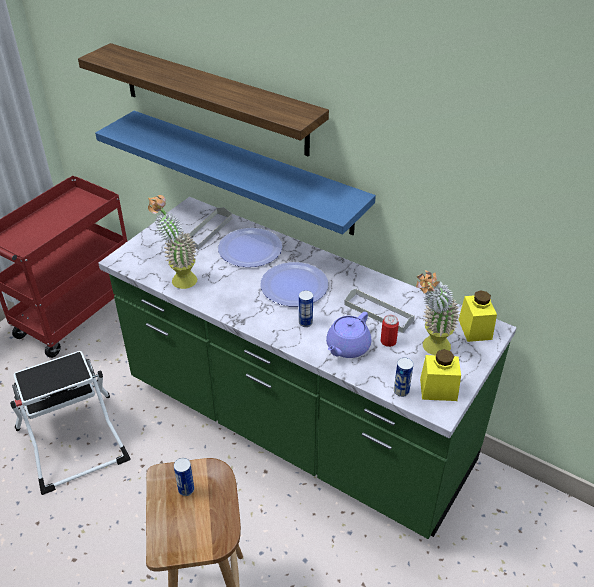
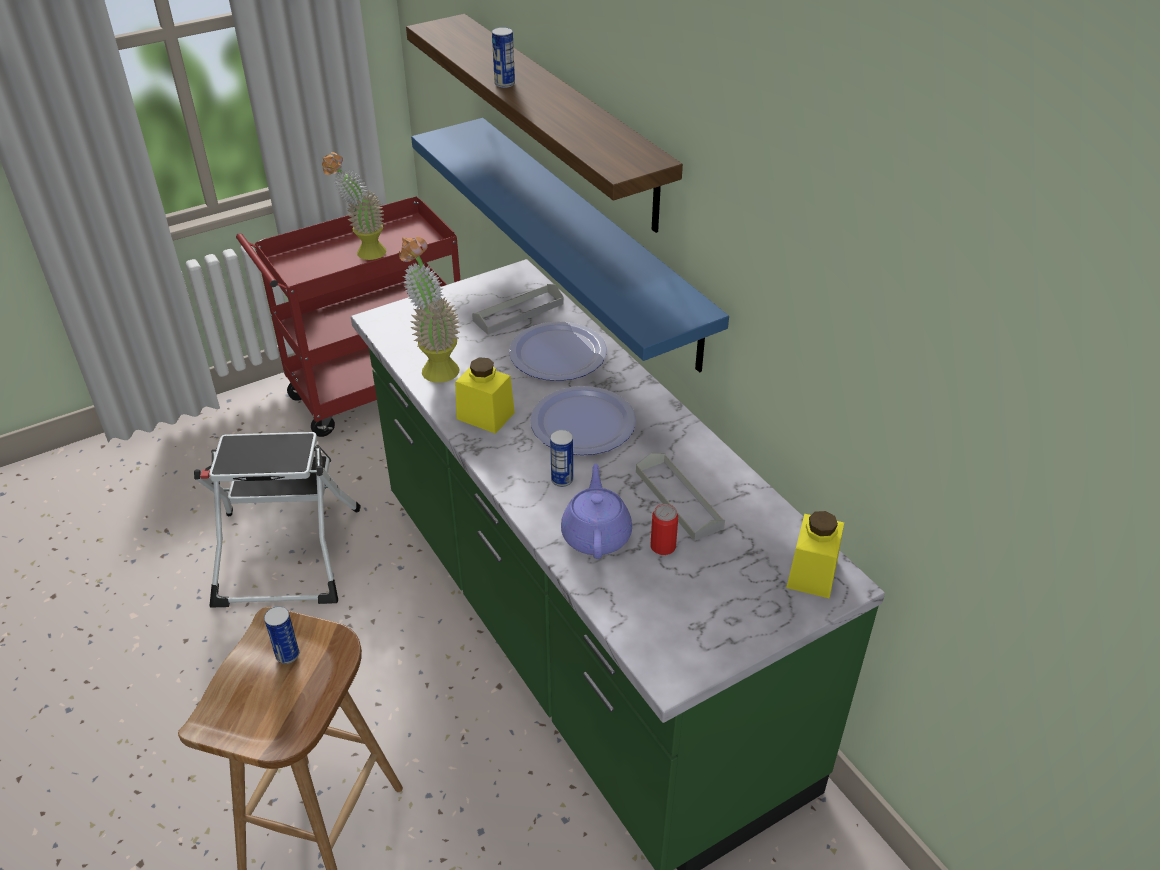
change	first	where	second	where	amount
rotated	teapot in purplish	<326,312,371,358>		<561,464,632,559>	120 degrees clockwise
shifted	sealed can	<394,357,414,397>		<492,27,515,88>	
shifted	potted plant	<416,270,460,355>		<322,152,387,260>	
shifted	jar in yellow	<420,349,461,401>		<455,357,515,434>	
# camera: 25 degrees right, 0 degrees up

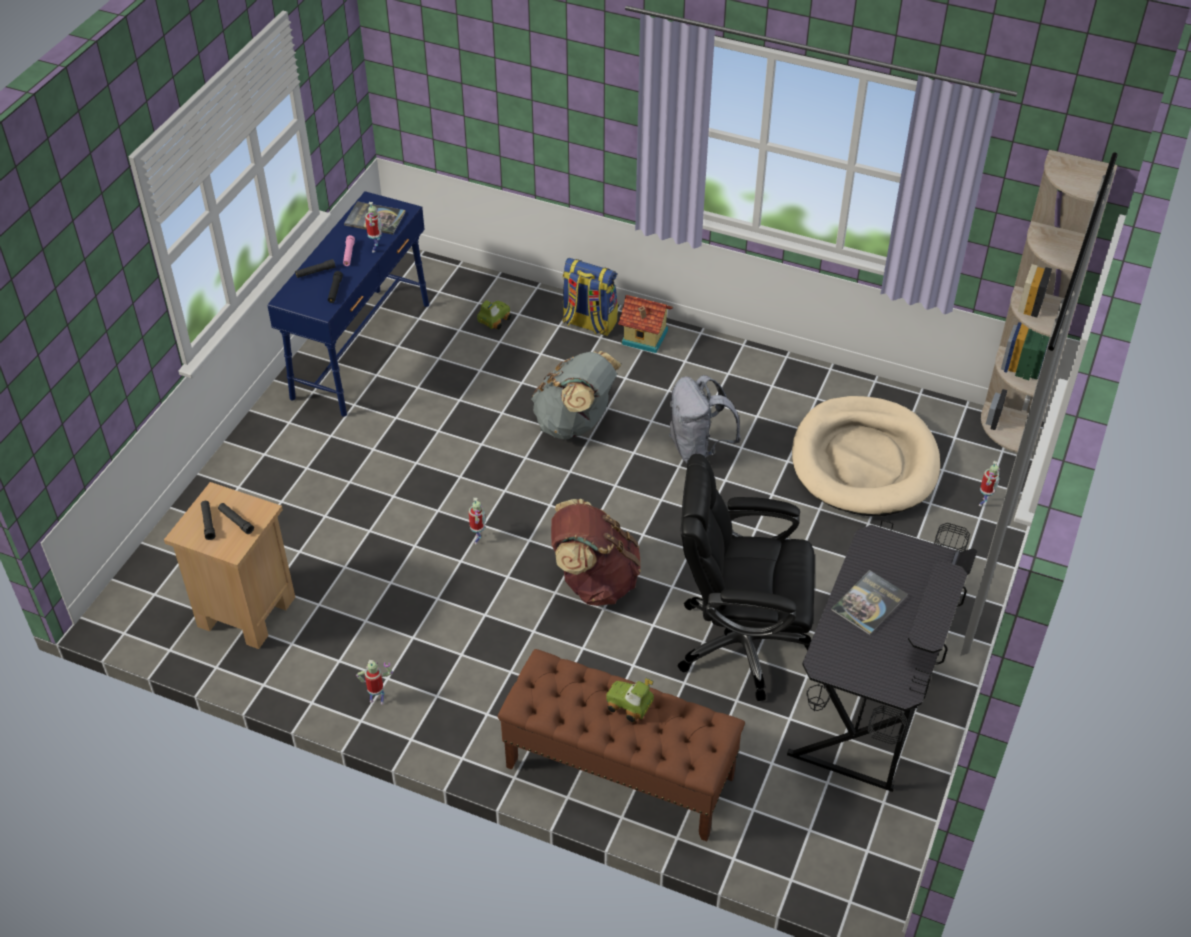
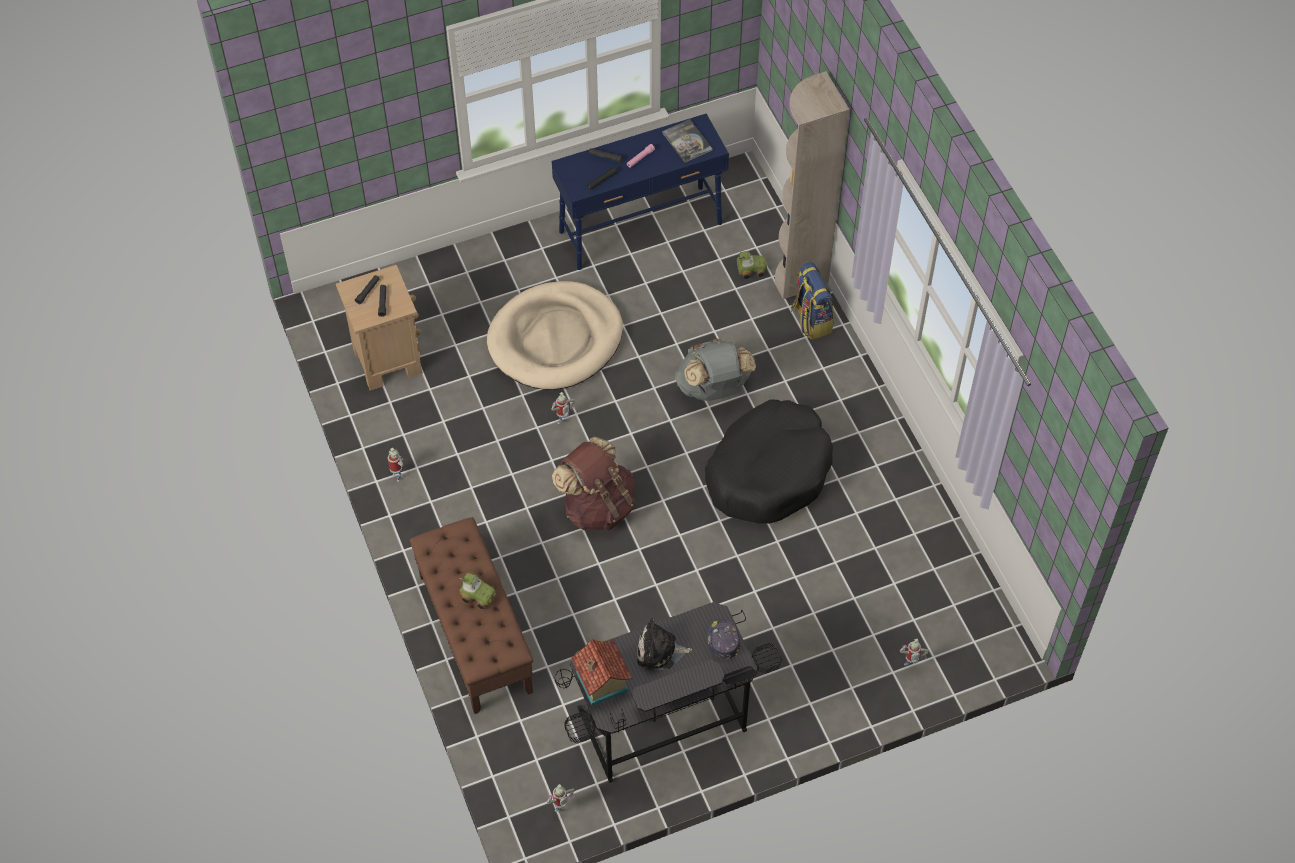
change	first	where	second	where	amount
shifted	model robot	<365,202,383,253>		<547,784,575,812>	
rotated	model car	<606,678,654,722>		<459,573,496,609>	135 degrees clockwise
shifted	model house	<618,295,673,353>		<571,639,632,706>	
swapped	backpack in greyish	<669,375,741,464>	dog bed in black-coloured	<705,399,833,523>	
gone	desk chair in black-coloured	<678,454,815,701>			
shifted	dog bed in beige	<792,396,940,516>		<487,281,623,390>	
swapped	bound book	<831,570,908,635>	cuddly toy	<637,618,692,670>	
shifted	bookshelf in beige	<981,150,1118,452>		<775,71,850,299>	
new			cap	<707,620,741,660>	
# camera: 45 degrees right, 10 degrees up

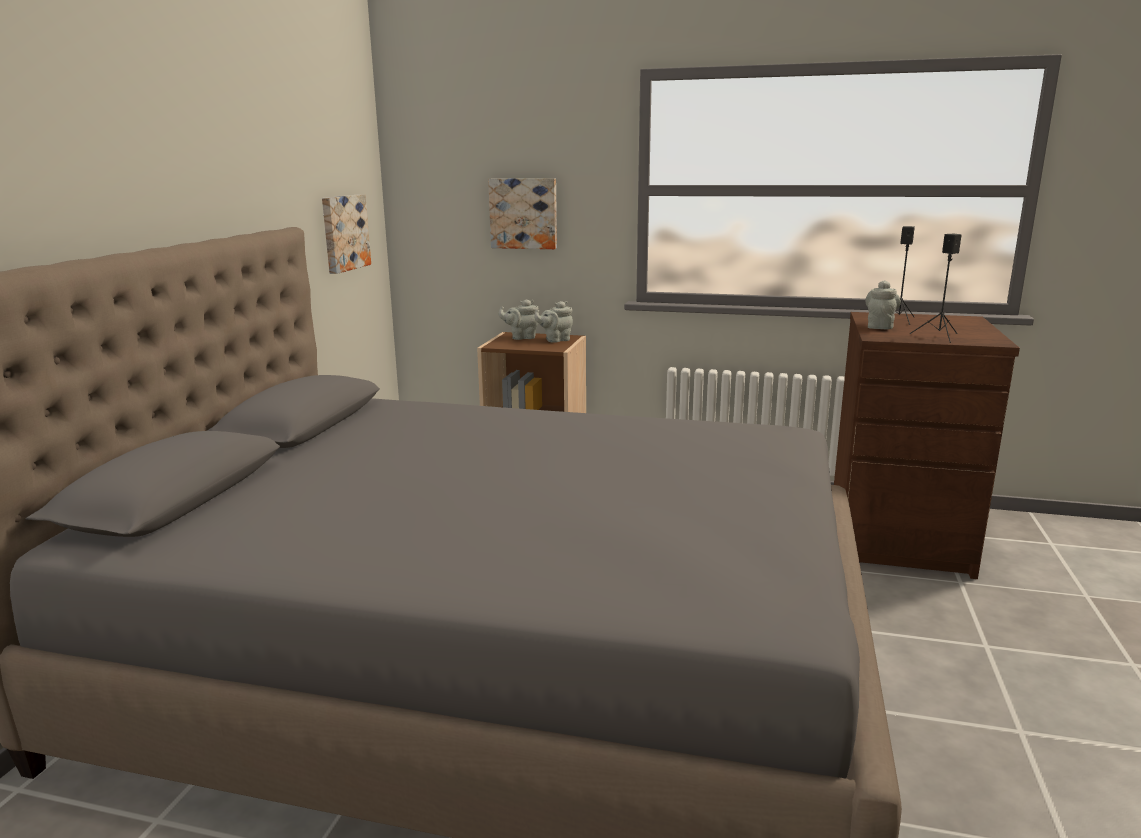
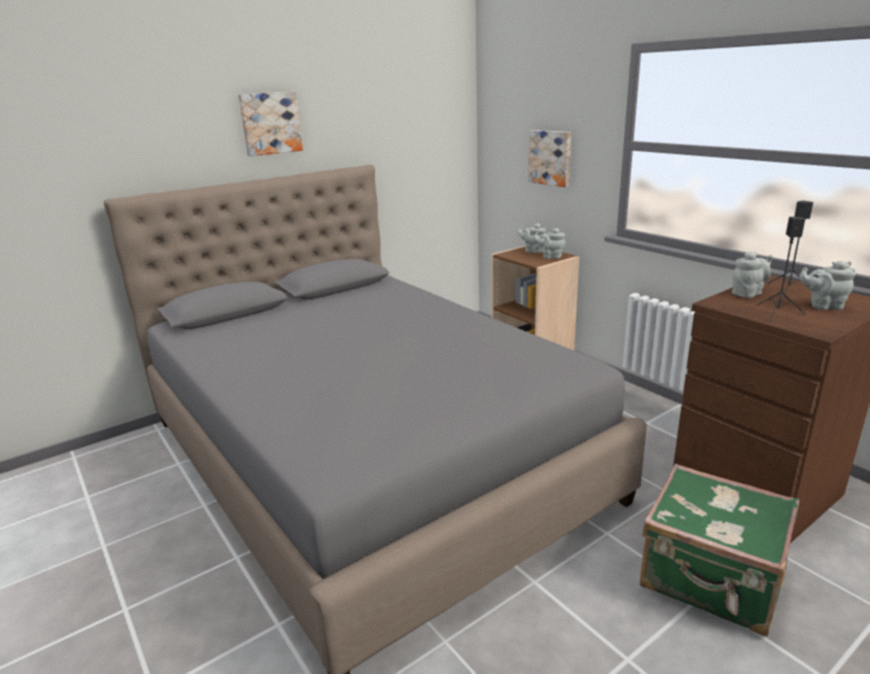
change	first	where	second	where	amount
shifted	wall art	<322,194,371,274>		<238,92,303,156>	
new			travel case in greenish	<640,464,799,636>	
new			teapot in greyish	<799,261,856,310>	
# camera: 40 degrees right, 5 degrees up

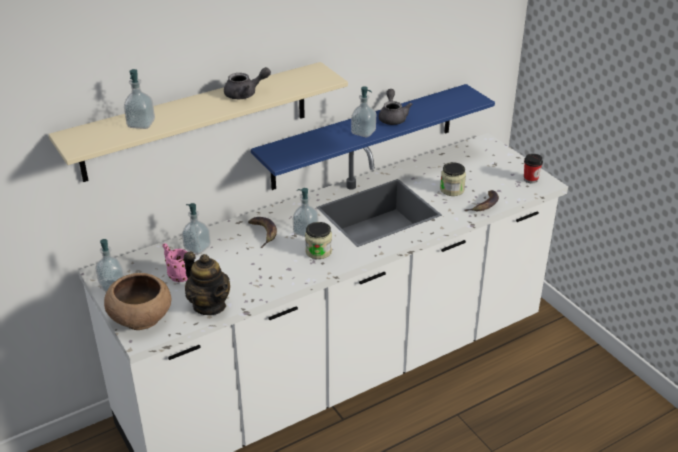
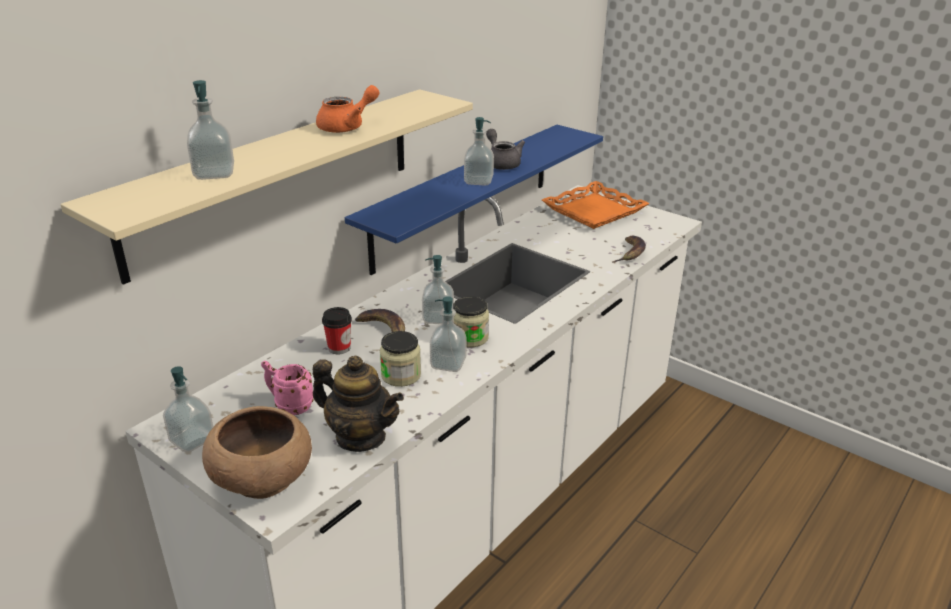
change	first	where	second	where	amount
shifted	liquid soap bottle	<182,203,211,254>		<430,296,466,372>	
repainted	teapot in greyish	<224,67,271,99>	teapot in orange-coloured	<316,85,380,133>	
shifted	jar	<440,162,466,196>		<380,331,421,387>	
shifted	drinking cup	<524,153,543,183>		<322,307,352,354>	
new			serving tray in orange-coloured	<542,181,650,229>	
# camera: 20 degrees left, 5 degrees down

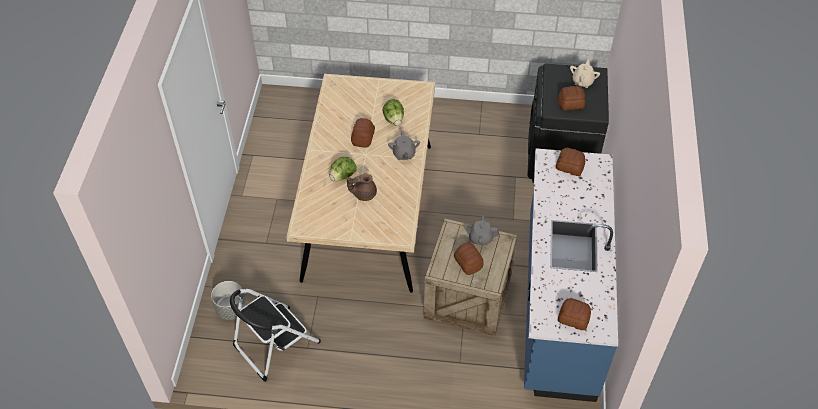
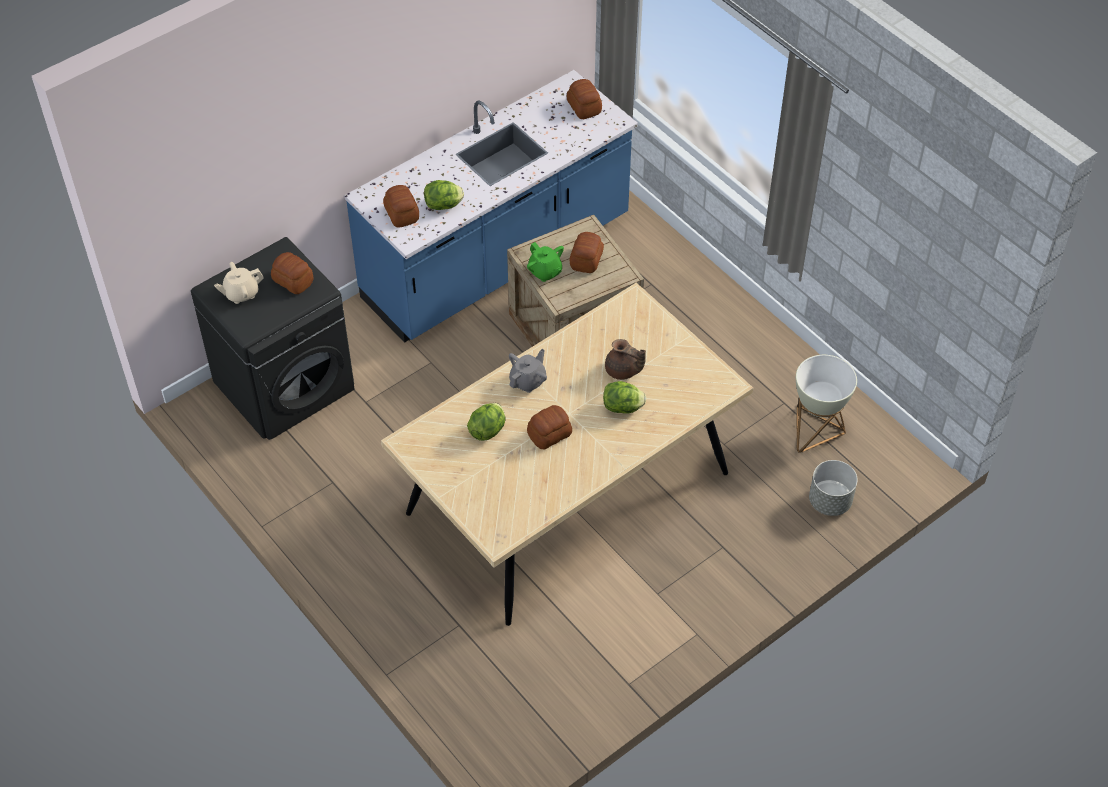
change	first	where	second	where	amount
swapped	step stool	<230,289,321,382>	plant pot	<796,355,857,453>	
repainted	teapot in greyish	<464,215,499,245>	teapot in greenish	<527,242,564,282>	
new			lettuce head	<424,180,464,210>	
# camera: 135 degrees left, 0 degrees up

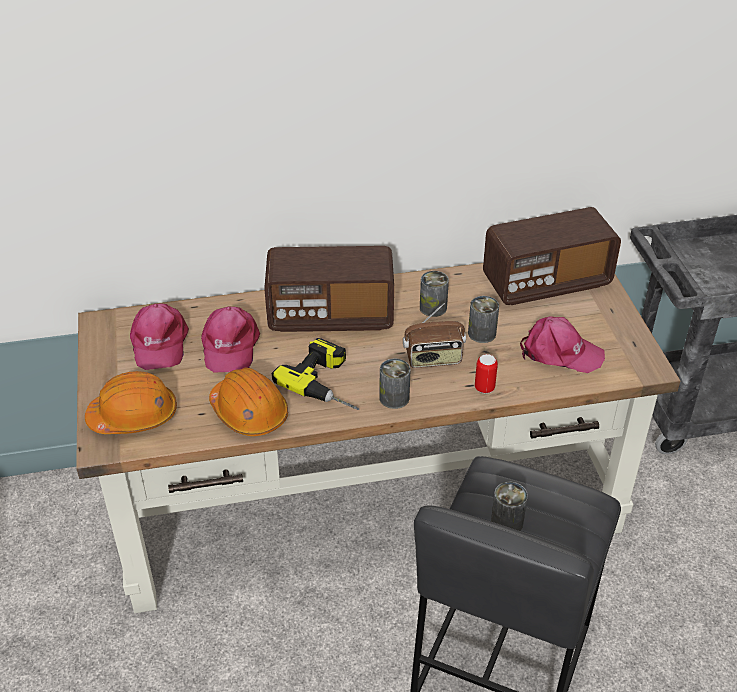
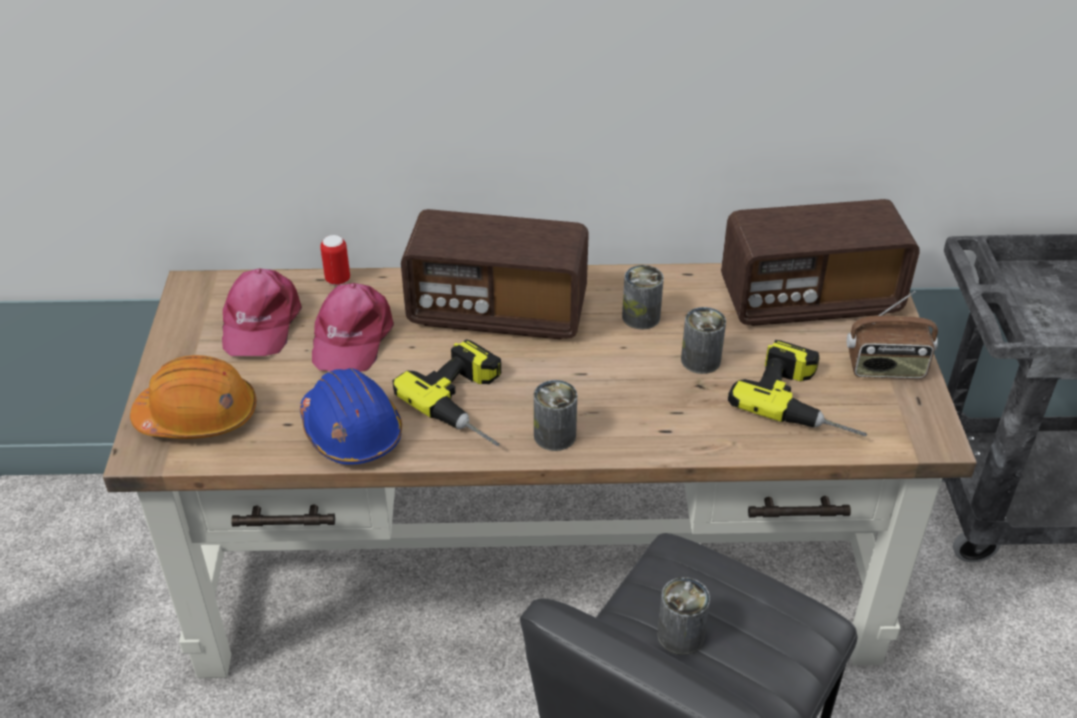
change	first	where	second	where	amount
repainted	work helmet in orange-coloured	<209,368,288,436>	work helmet in blue	<300,368,402,465>	
shifted	radio	<403,303,466,368>		<847,291,938,379>	
shifted	sealed can	<475,354,498,394>		<320,235,350,285>	
swapped	cap in pinkish	<520,316,605,373>	electric drill	<728,340,867,436>	
# camera: 10 degrees right, 0 degrees up

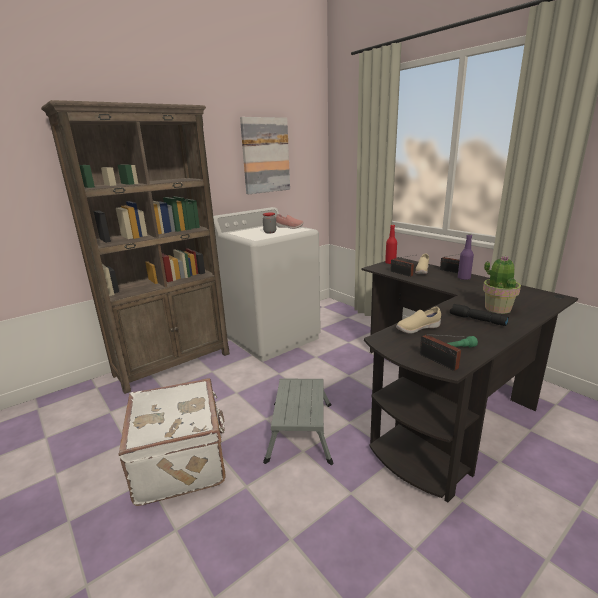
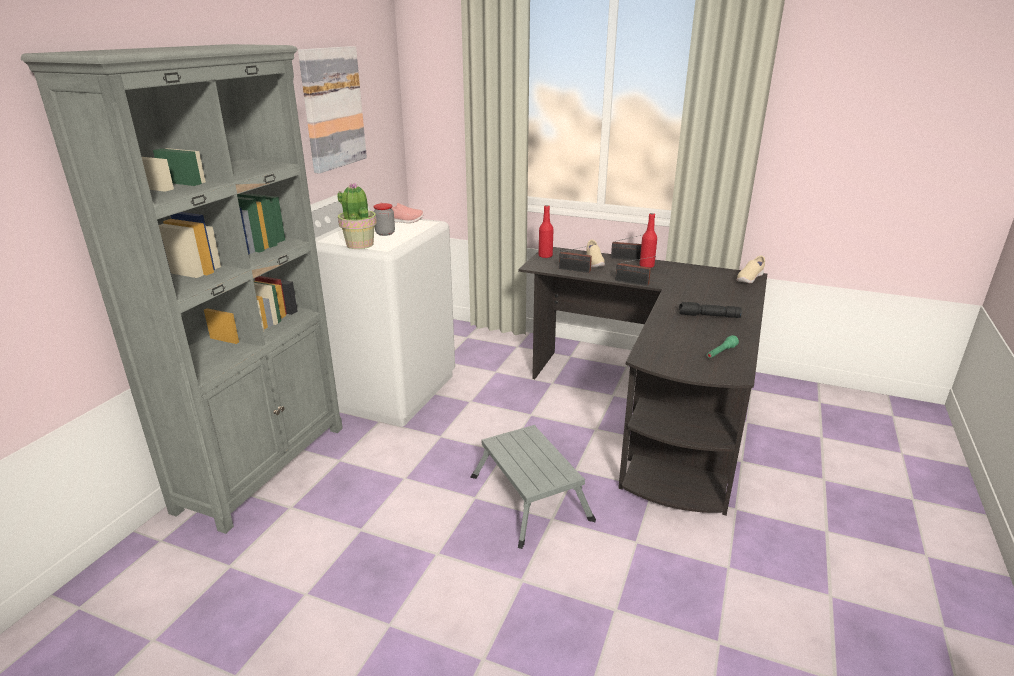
change	first	where	second	where	amount
repainted	bookshelf in brown	<41,100,230,394>	bookshelf in greyish	<21,44,343,534>	
gone	travel case in white	<118,378,226,506>			
shifted	item of footwear in beige	<396,307,441,333>		<737,255,765,283>	
shifted	radio	<420,334,461,371>		<615,256,656,286>	
repainted	beverage bottle in purplish	<458,234,474,280>	beverage bottle in red	<640,213,657,268>	
shifted	potted plant	<483,257,521,314>		<337,183,377,249>	
# camera: 30 degrees left, 5 degrees up

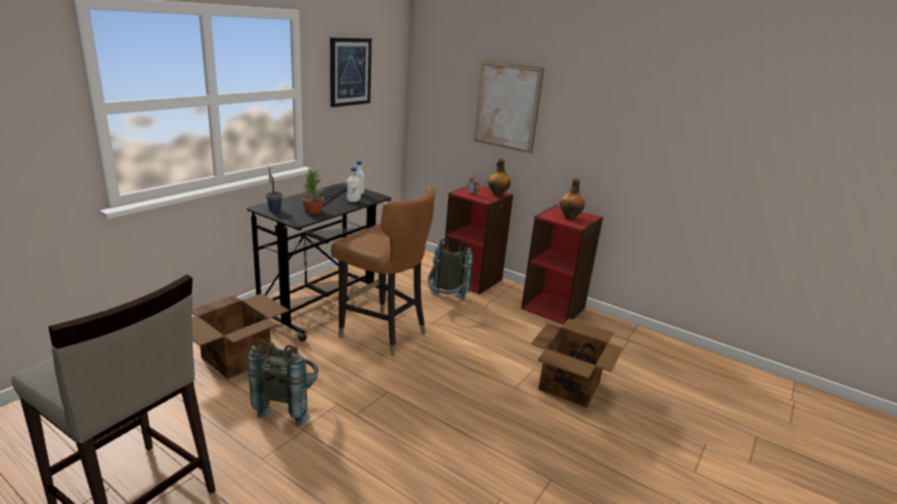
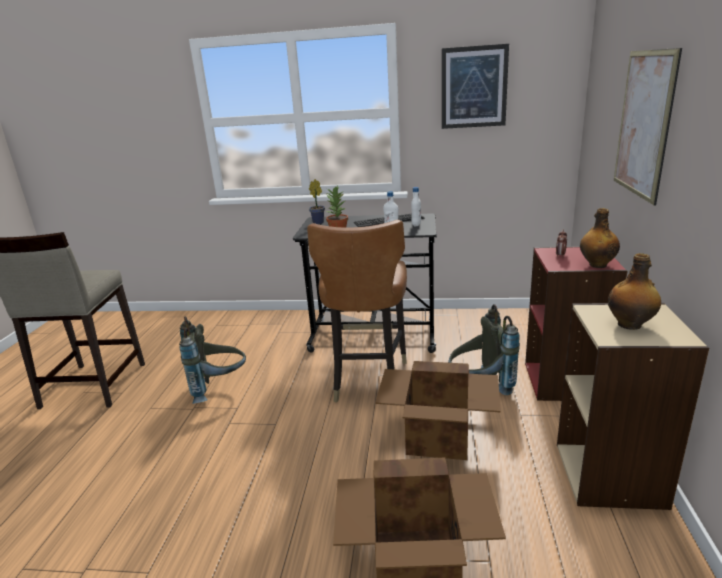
change	first	where	second	where	amount
shifted	packing box	<192,293,289,379>		<375,361,501,460>	
repainted	bookshelf in red	<521,205,603,325>	bookshelf in beige	<557,303,709,510>	
# camera: 65 degrees right, 0 degrees up

